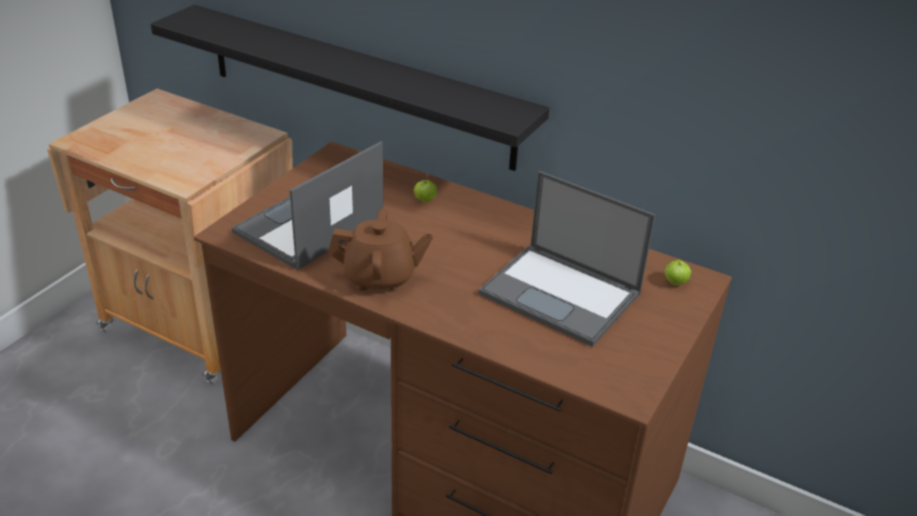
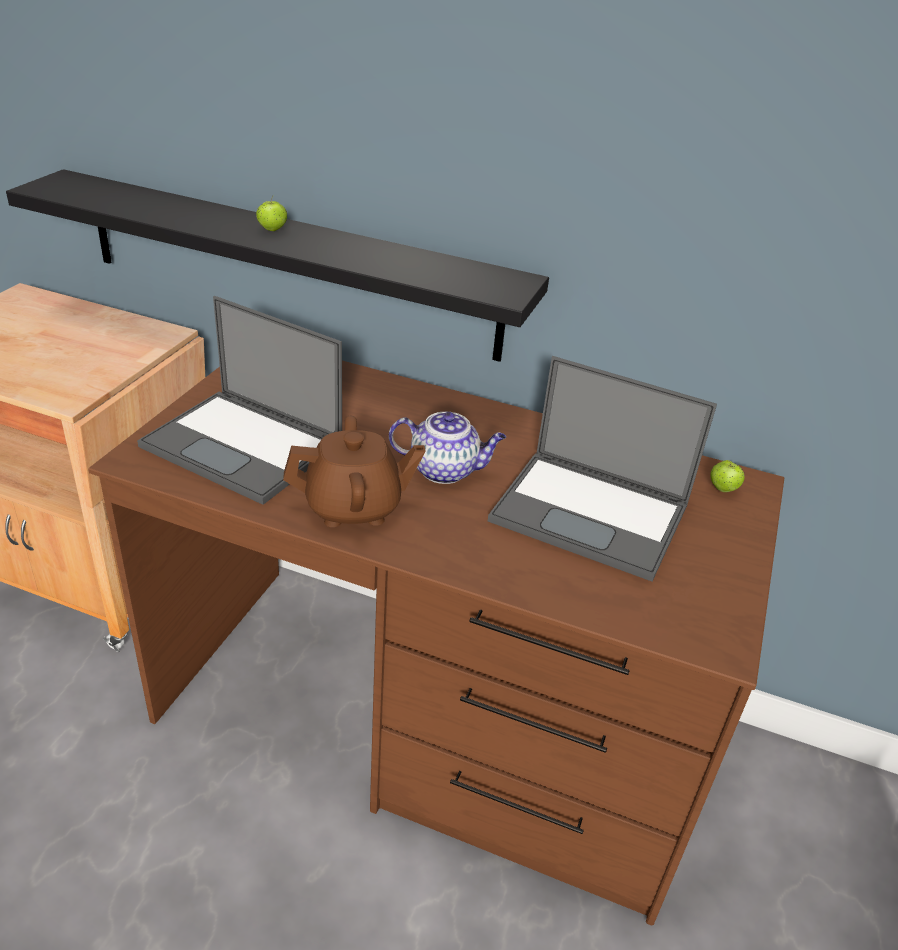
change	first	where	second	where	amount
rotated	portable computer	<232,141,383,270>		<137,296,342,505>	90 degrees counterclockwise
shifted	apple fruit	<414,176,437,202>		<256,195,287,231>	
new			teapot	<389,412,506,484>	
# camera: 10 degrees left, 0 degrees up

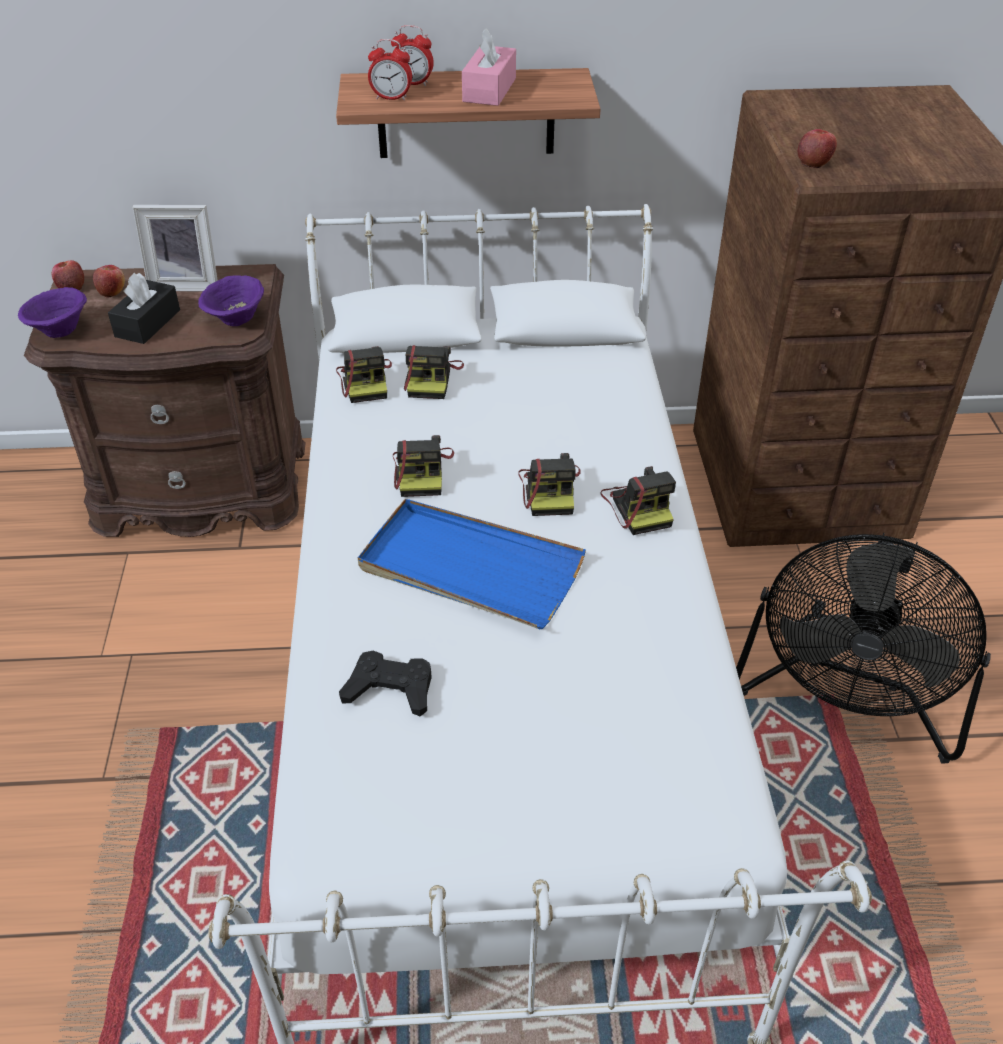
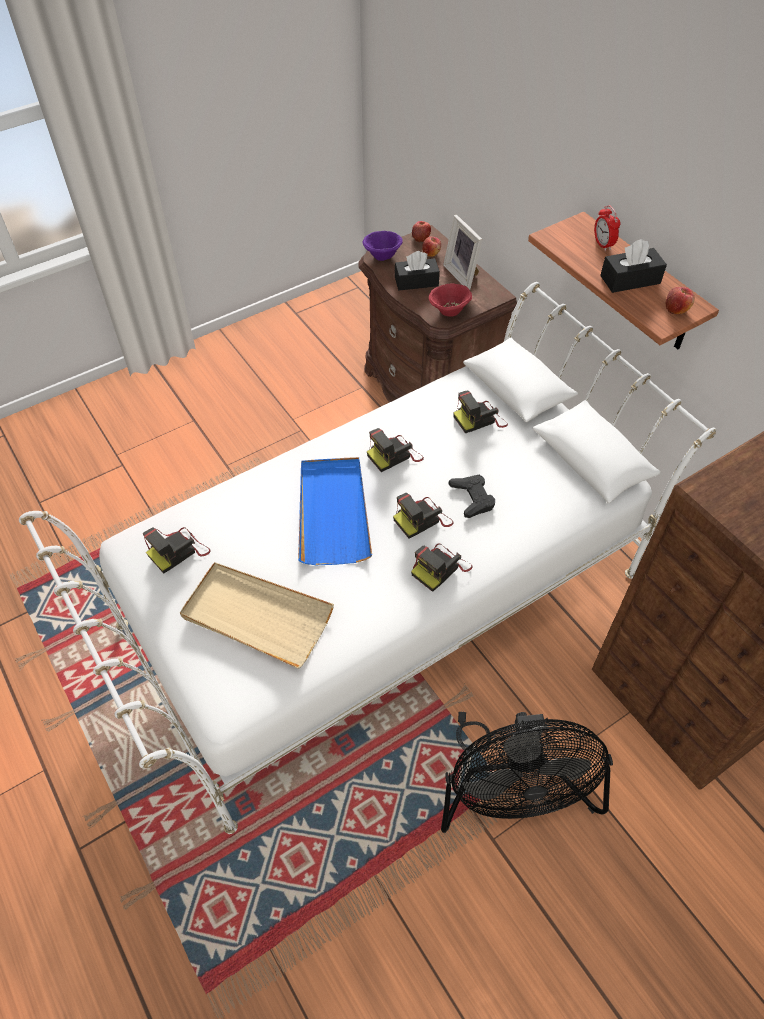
change	first	where	second	where	amount
repainted	serving bowl in purplish	<198,275,264,326>	serving bowl in red	<429,283,472,317>	
shifted	photo camera	<336,346,392,403>		<143,527,211,574>	
shifted	game controller in black-coloured	<339,651,432,716>		<449,475,495,518>	
gone	bedside clock	<368,39,412,101>			
repainted	tissue holder in pinkish	<462,28,516,106>	tissue holder in black-coloured	<600,239,667,293>	
rotated	fan in black-coloured	<736,533,991,764>		<441,709,613,833>	90 degrees counterclockwise
shifted	apple fruit	<798,129,837,168>		<665,287,695,314>	
new			serving tray in beige	<180,562,334,669>	
# camera: 60 degrees right, 10 degrees up

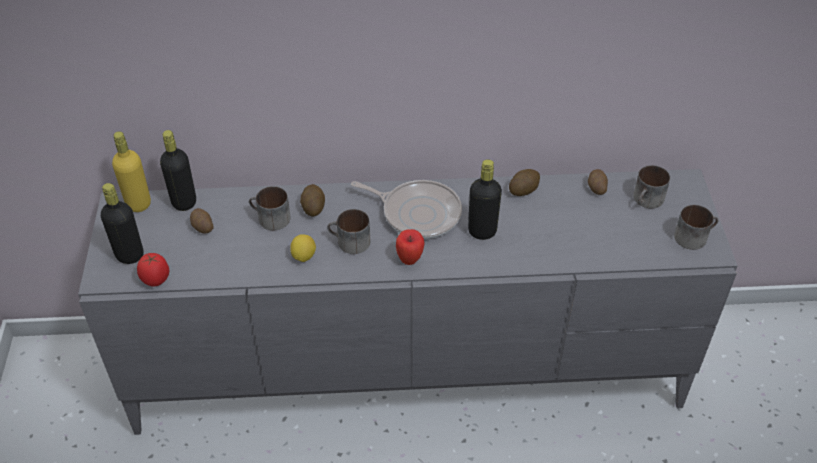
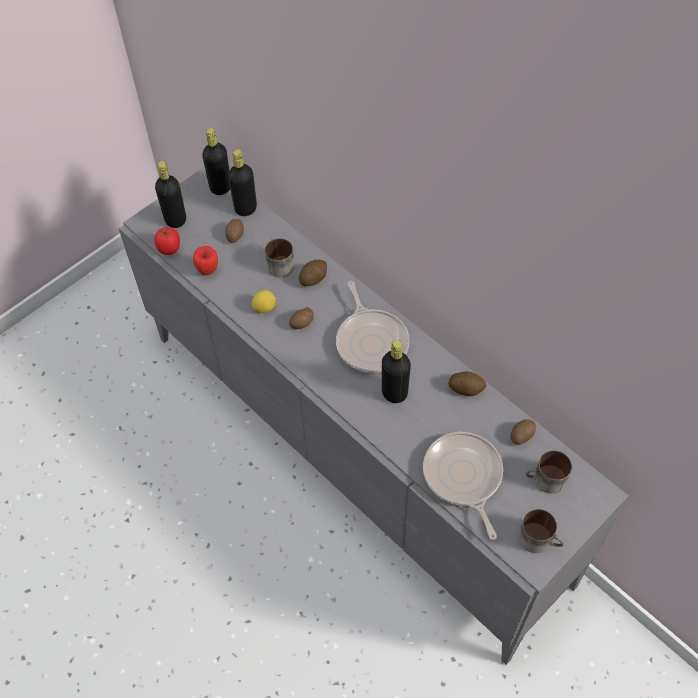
change	first	where	second	where	amount
repainted	beverage bottle in yellow	<112,131,151,212>	beverage bottle in black-coloured	<202,128,230,195>	
swapped	tea mug	<327,209,370,254>	spud	<289,307,314,329>	
shifted	apple fruit	<396,229,425,265>		<193,246,218,275>	
new			skillet	<423,432,503,540>	
# camera: 50 degrees right, 10 degrees up

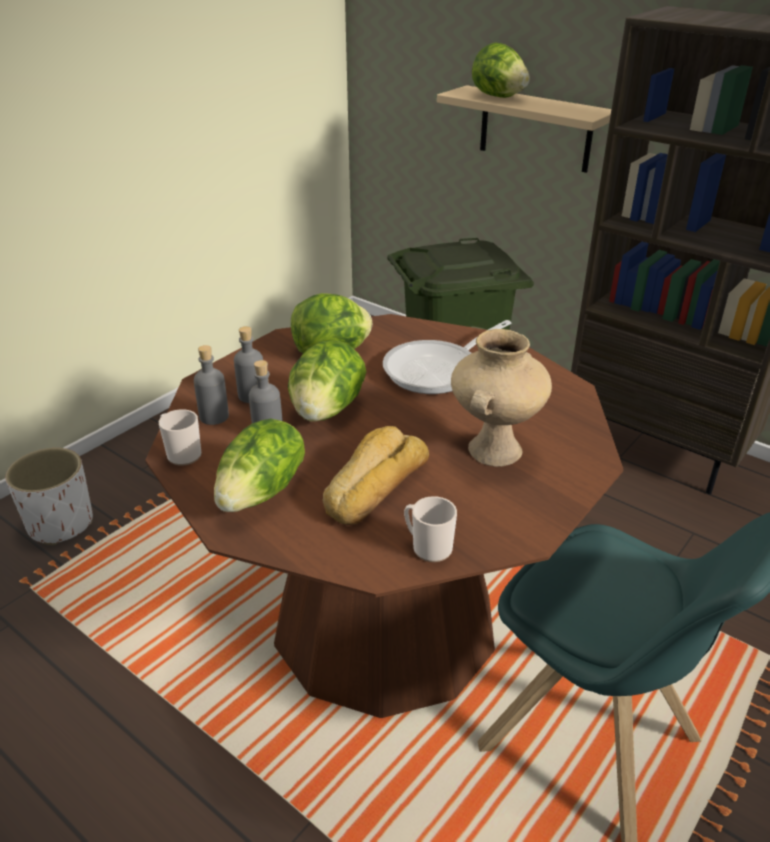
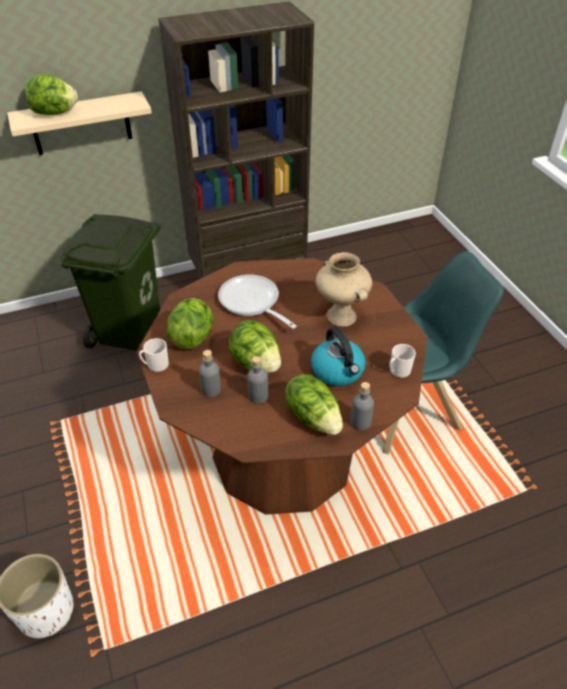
change	first	where	second	where	amount
shifted	tea mug	<159,409,202,465>		<139,338,169,372>	
shifted	beverage bottle in greyish	<194,345,229,425>		<350,382,374,430>	
swapped	bakery bread	<322,426,429,525>	water kettle	<311,327,366,386>	
rotated	skillet	<383,320,512,394>		<218,275,297,329>	150 degrees clockwise
# camera: 60 degrees left, 10 degrees up

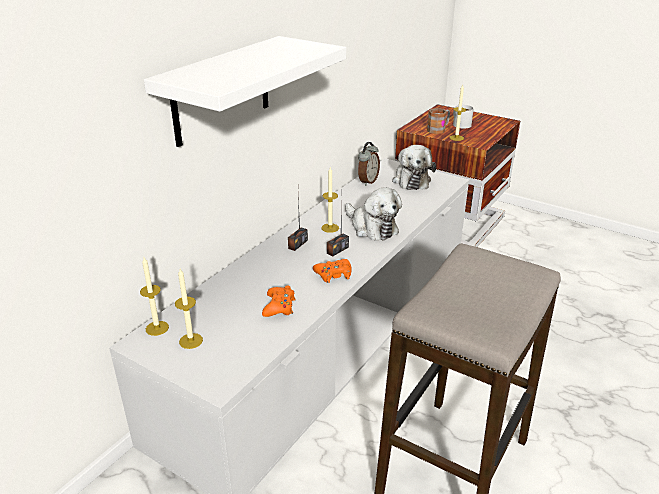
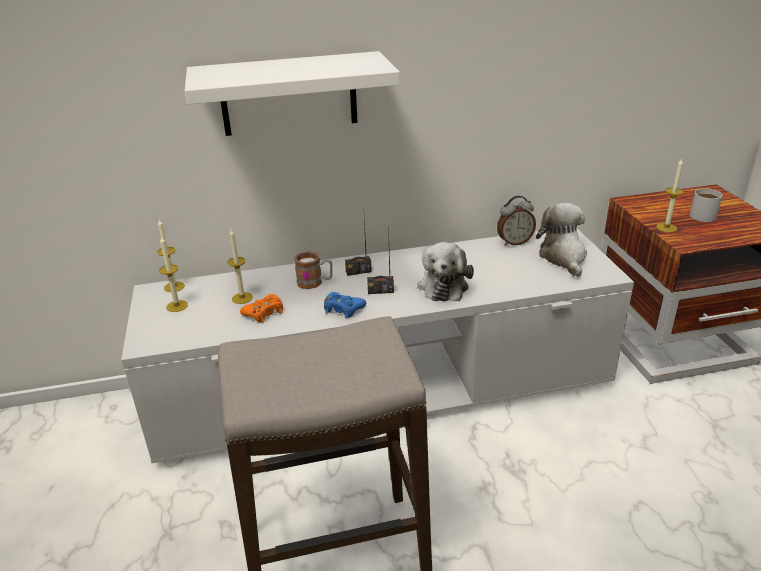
change	first	where	second	where	amount
repainted	game controller in orange-coloured	<313,259,352,283>	game controller in blue	<324,292,366,318>	
shifted	wax light	<321,167,339,233>		<227,229,253,304>	
rotated	cuddly toy	<392,145,436,190>		<536,203,587,277>	135 degrees clockwise
shifted	tea mug	<427,108,450,134>		<294,251,332,289>	
# camera: 45 degrees right, 0 degrees up

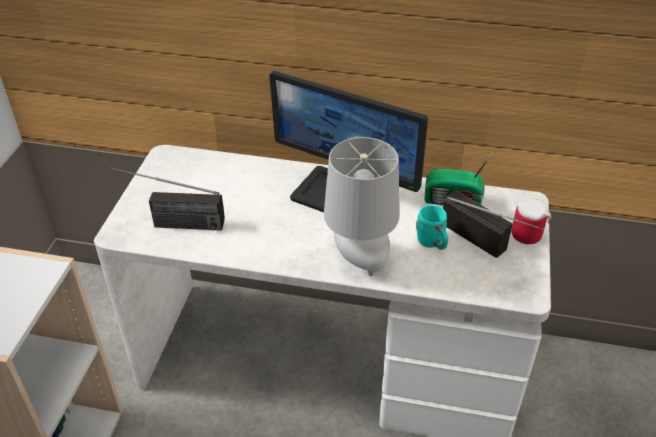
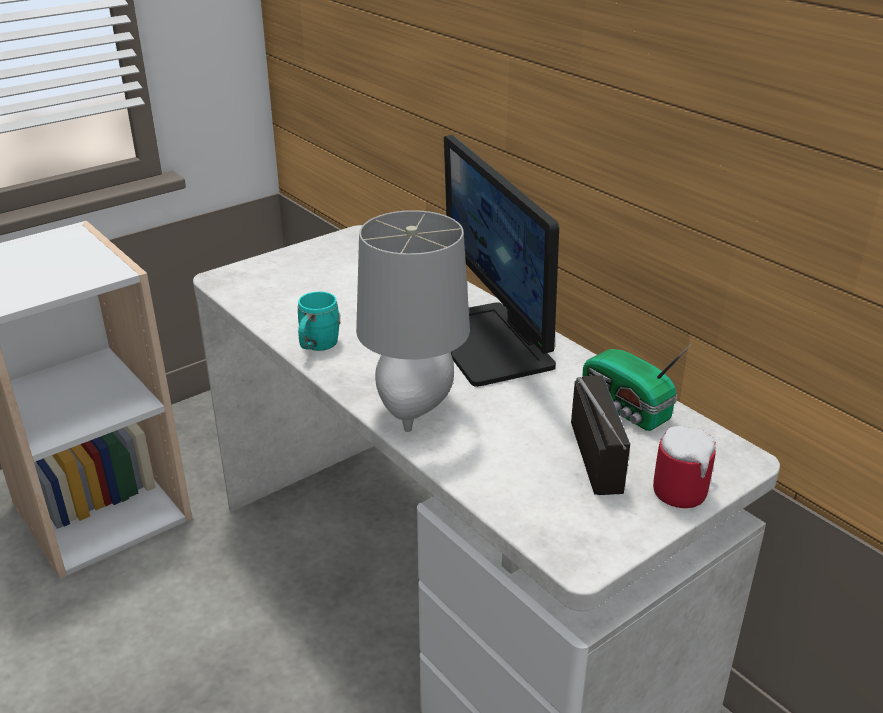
change	first	where	second	where	amount
gone	radio	<109,167,225,231>			
shifted	tea mug in turquoise	<416,205,448,250>		<298,291,341,351>	
# camera: 40 degrees right, 10 degrees down

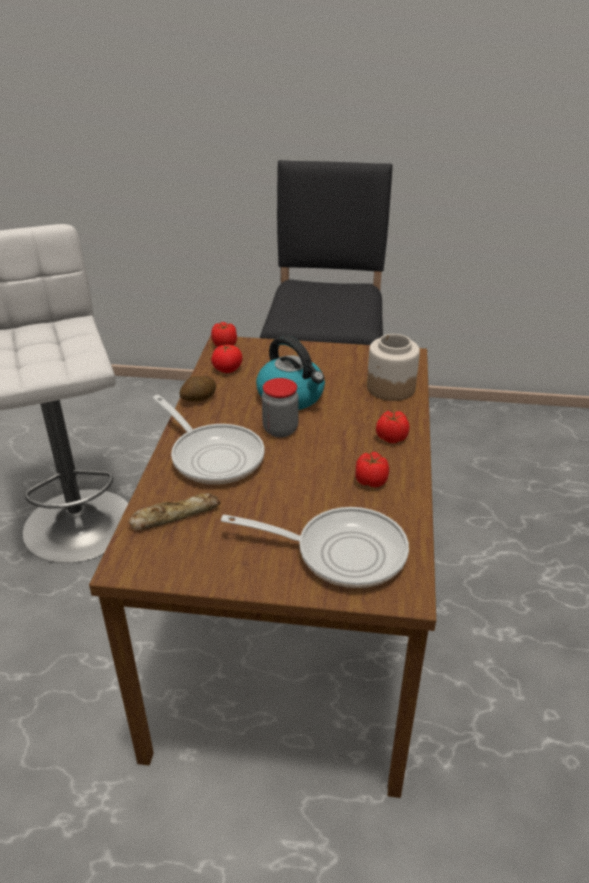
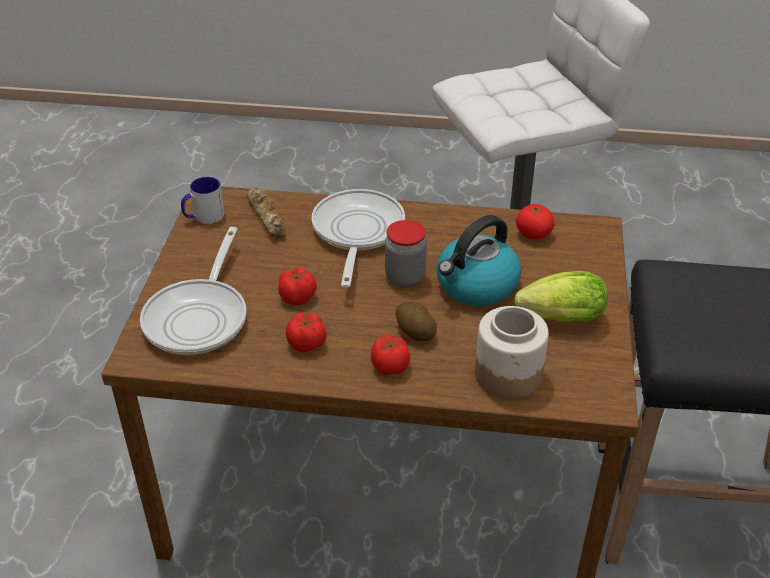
change	first	where	second	where	amount
rotated	skillet	<153,395,264,484>		<312,189,405,288>	135 degrees clockwise
shifted	spud	<179,376,216,401>		<396,302,437,342>	
shifted	whole tomato	<211,322,237,347>		<278,267,317,306>	
new			tea mug	<181,177,224,224>	
new			lettuce head	<514,271,608,322>	
# camera: 90 degrees right, 5 degrees up

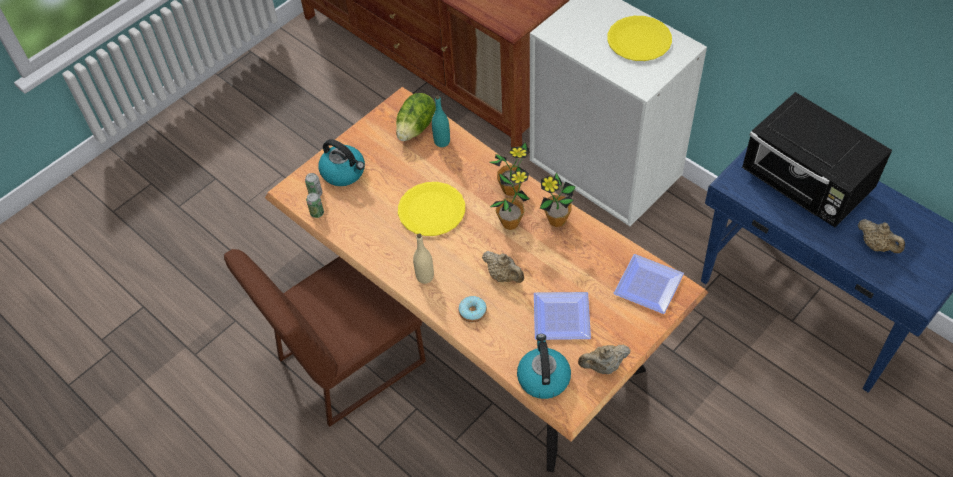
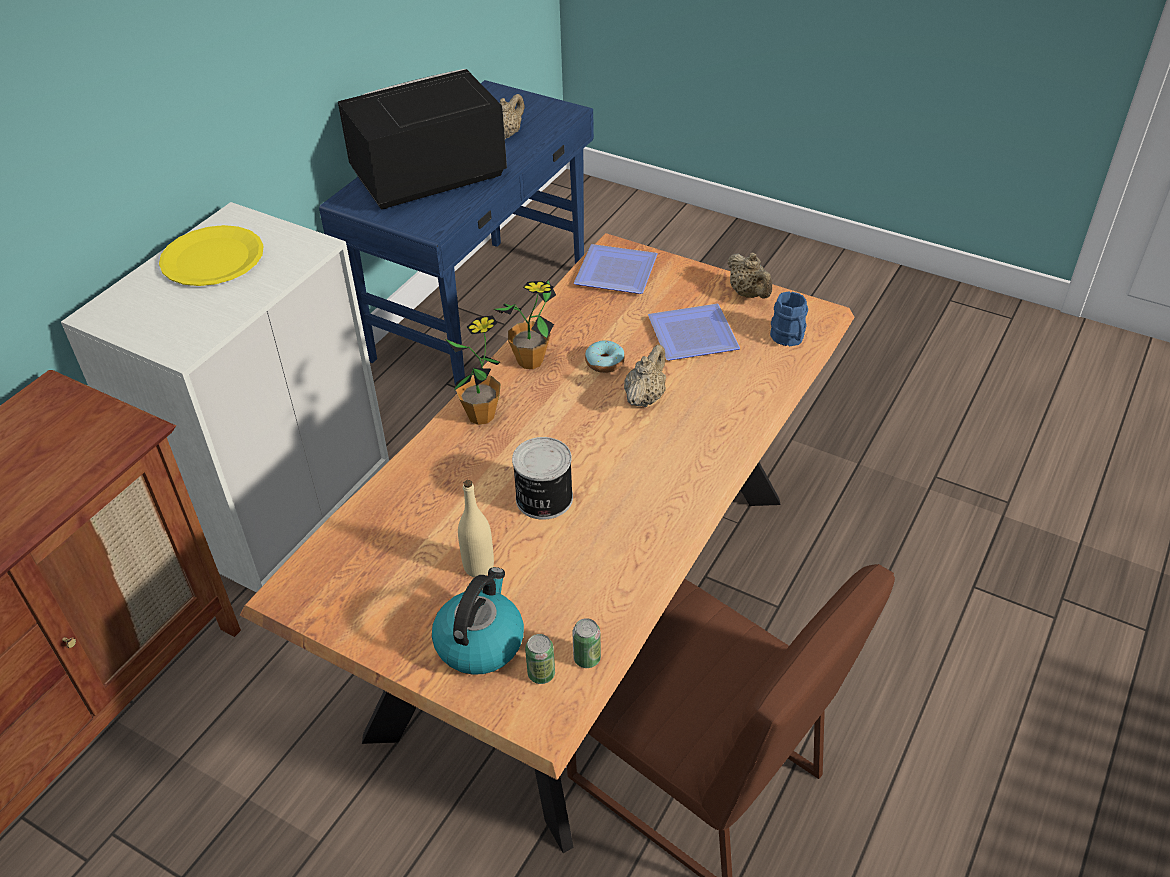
change	first	where	second	where	amount
gone	lettuce head	<396,93,436,141>			
swapped	flat dish in yellow	<398,182,465,236>	sealed can	<512,437,573,520>	
shifted	beverage bottle in beige	<413,234,434,284>		<458,480,494,577>	
gone	beverage bottle in turquoise	<432,95,450,147>			
shifted	donut	<458,296,487,322>		<585,341,625,373>	
gone	potted plant	<490,170,529,230>			
swapped	water kettle	<517,334,571,399>	tea mug in blue	<770,291,808,346>	
rotated	microwave oven in black-coloured	<742,92,892,227>		<338,69,507,209>	150 degrees counterclockwise
# camera: 105 degrees left, 10 degrees down

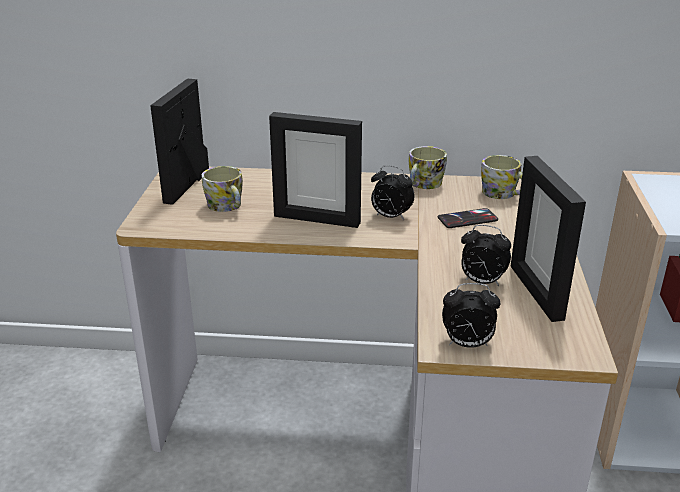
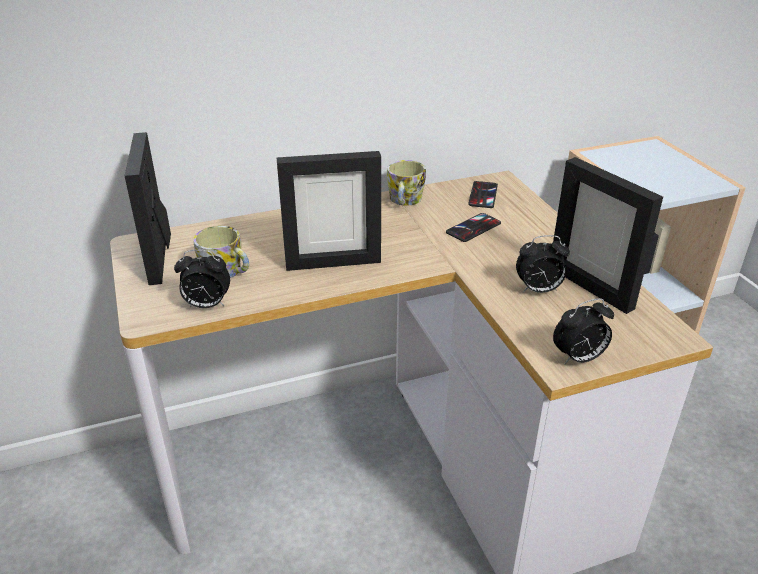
change	first	where	second	where	amount
shifted	bedside clock	<371,165,414,220>		<174,250,230,308>	
swapped	tea mug	<481,155,522,199>	phone	<468,181,498,208>	
# camera: 25 degrees left, 5 degrees up

